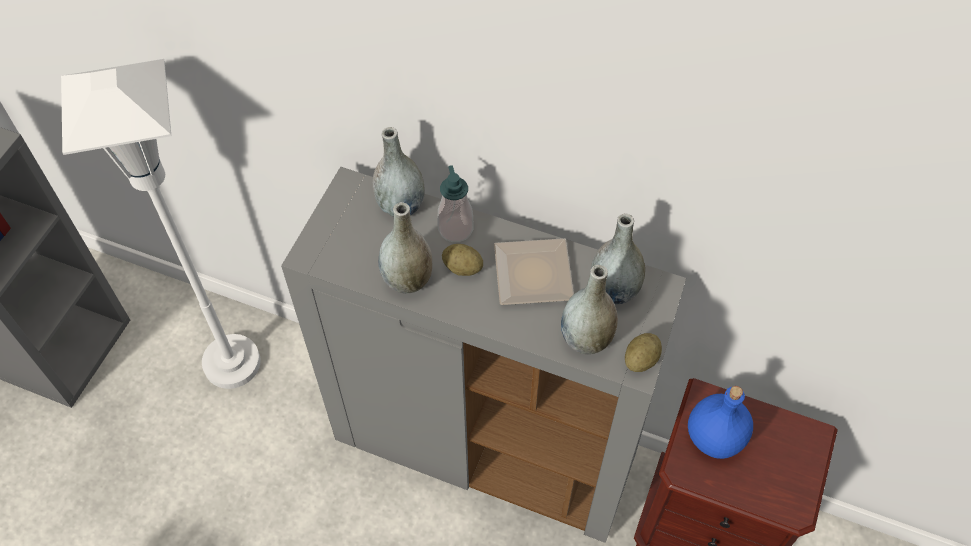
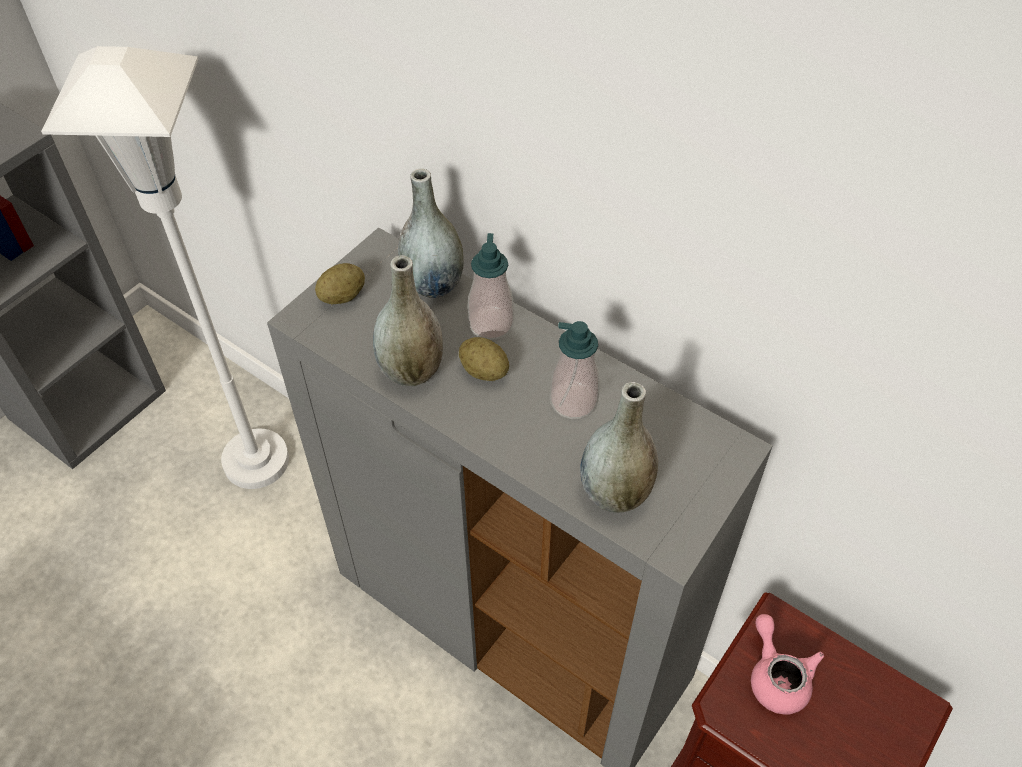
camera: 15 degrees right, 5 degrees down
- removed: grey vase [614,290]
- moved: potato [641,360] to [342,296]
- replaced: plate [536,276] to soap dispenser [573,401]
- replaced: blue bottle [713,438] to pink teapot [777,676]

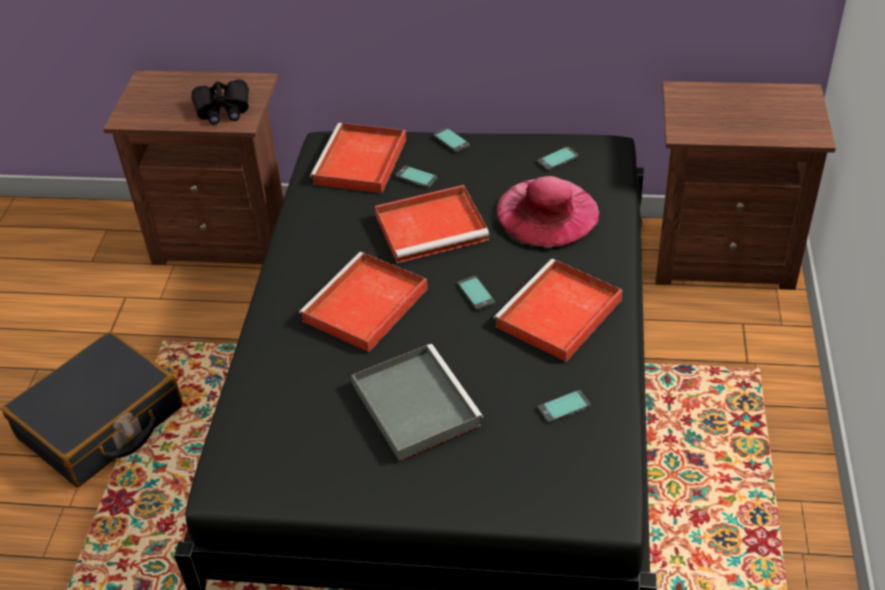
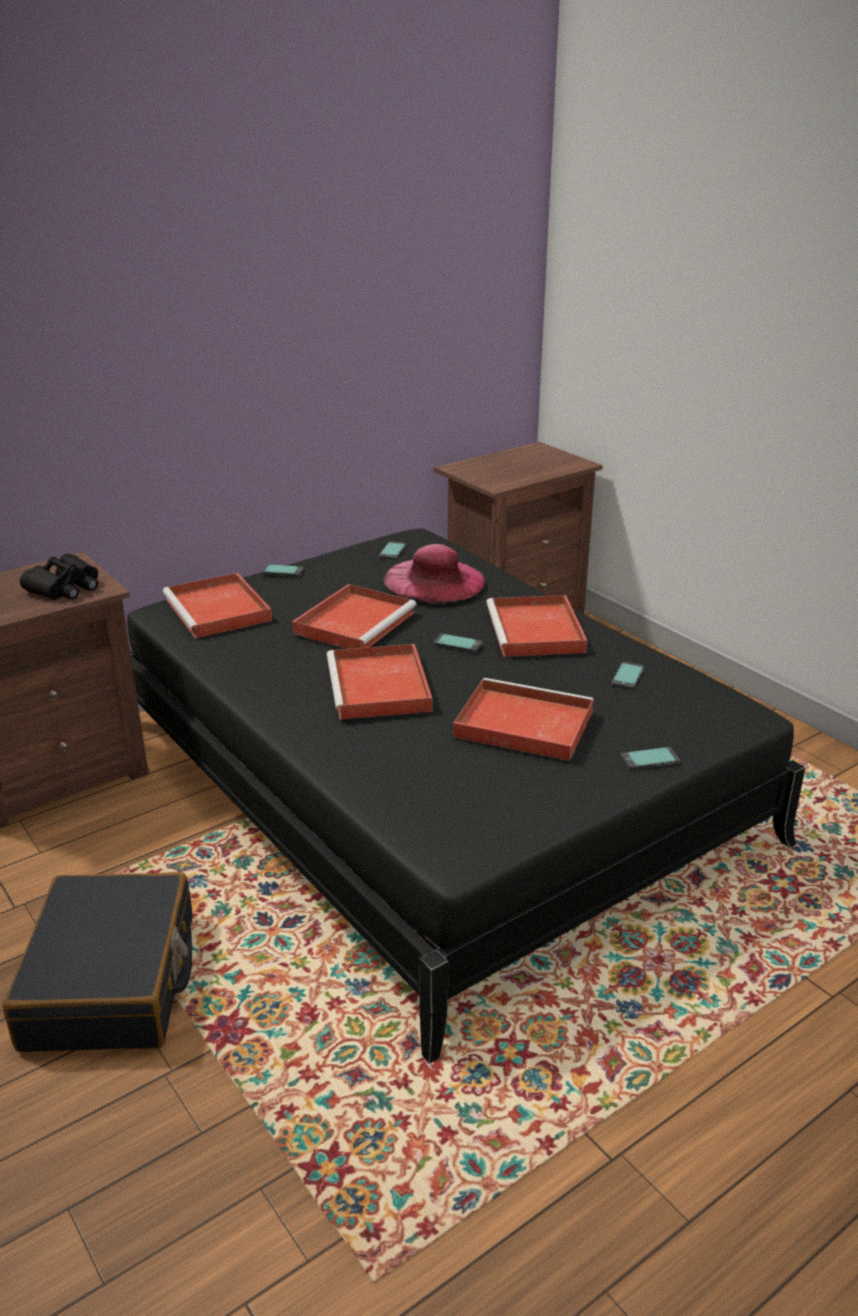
camera: 45 degrees left, 15 degrees down
- moved: phone [416,177] to [649,760]
- recoloured: grey tray [413,403] to red tray [521,724]

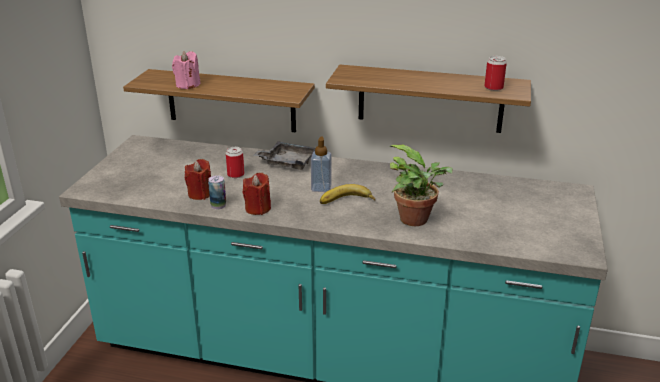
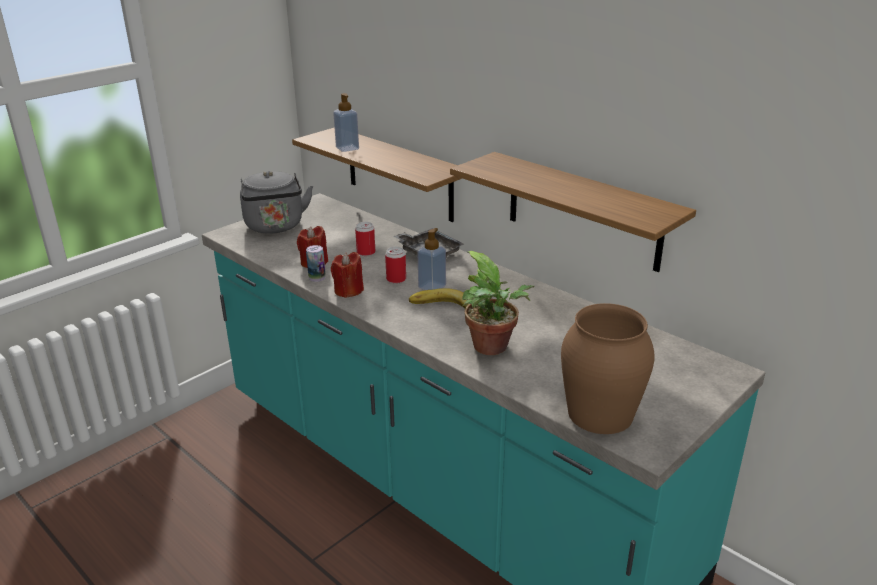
camera: 30 degrees right, 0 degrees up
- added: grey kettle [275,227]
- added: brown vase [599,413]
- moved: can [493,88] to [396,279]
- replaced: pink candle [187,85] to soap dispenser [347,148]

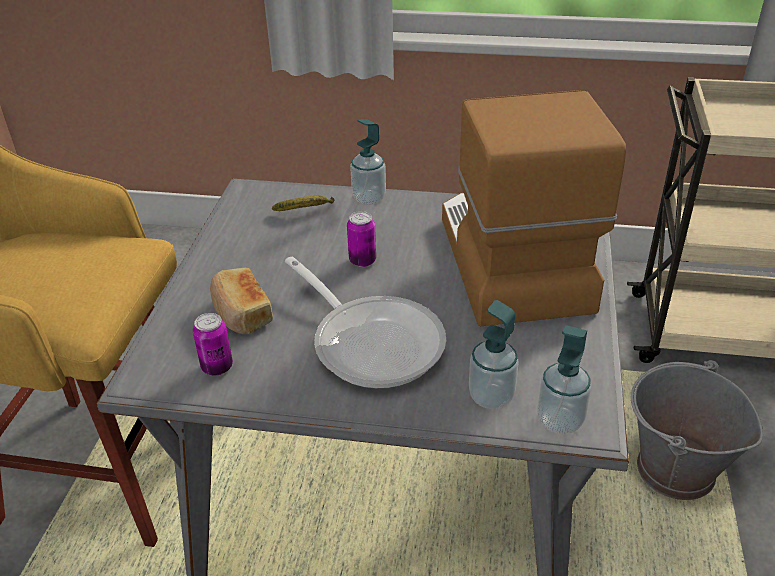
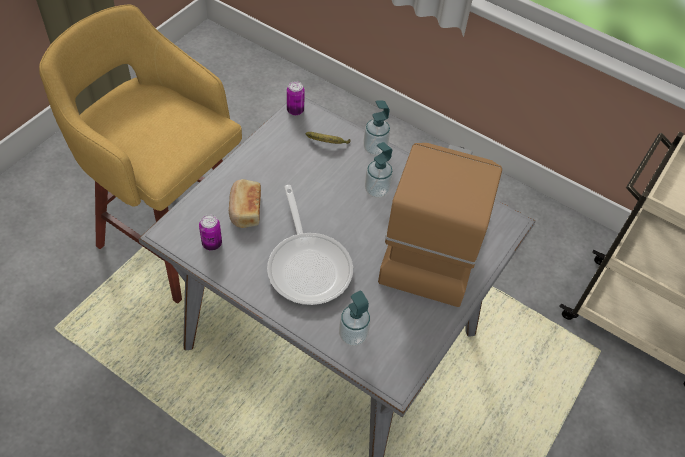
camera: 20 degrees right, 15 degrees up
- removed: grey bucket [674,471]
- moved: can [362,261] to [295,110]
- moved: soap dispenser [560,420] to [376,190]

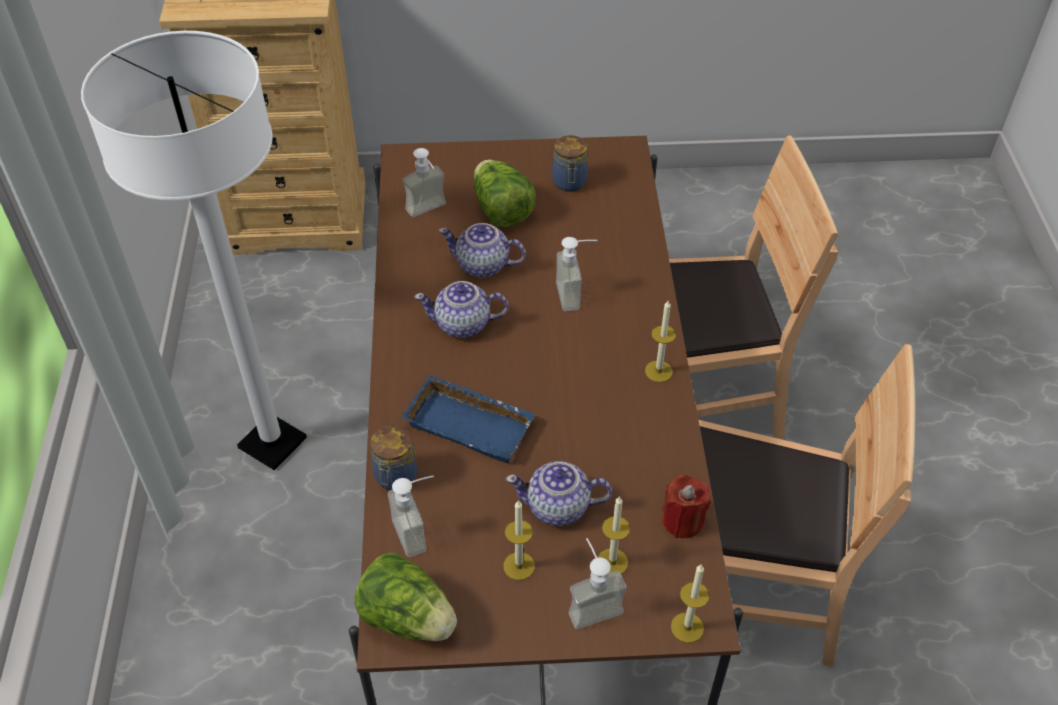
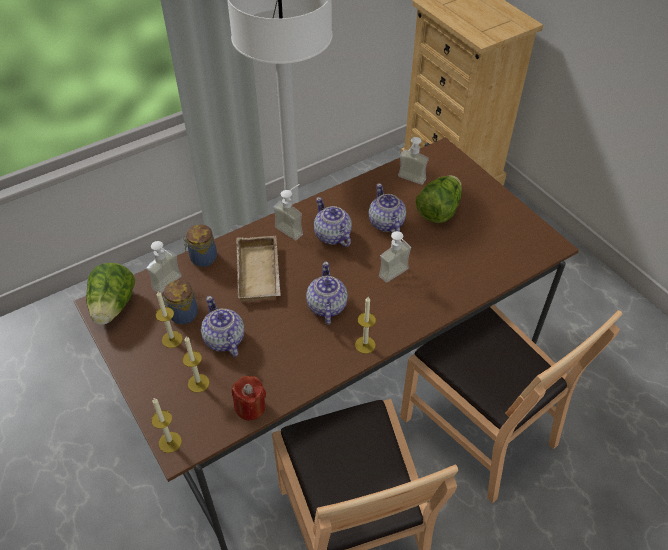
camera: 60 degrees right, 0 degrees up
- added: teapot [326,306]
- moved: jar [569,183] to [182,315]
- moved: soap dispenser [591,604] to [293,228]
- recoloured: blue tray [472,423] to beige tray [260,273]

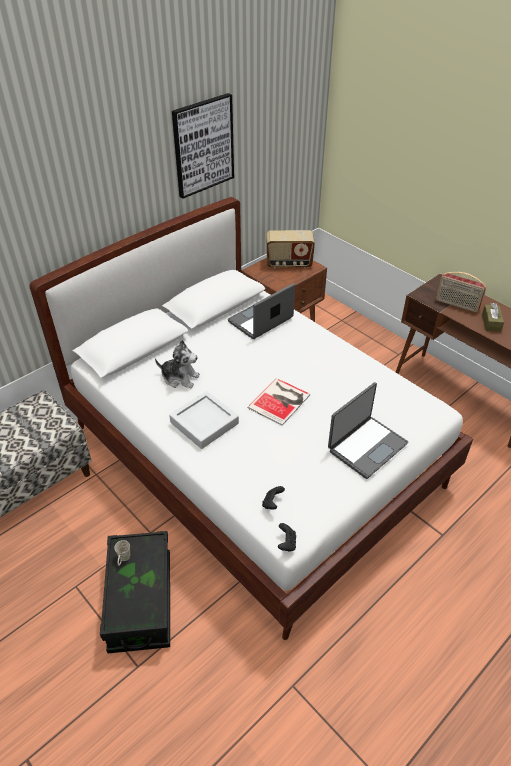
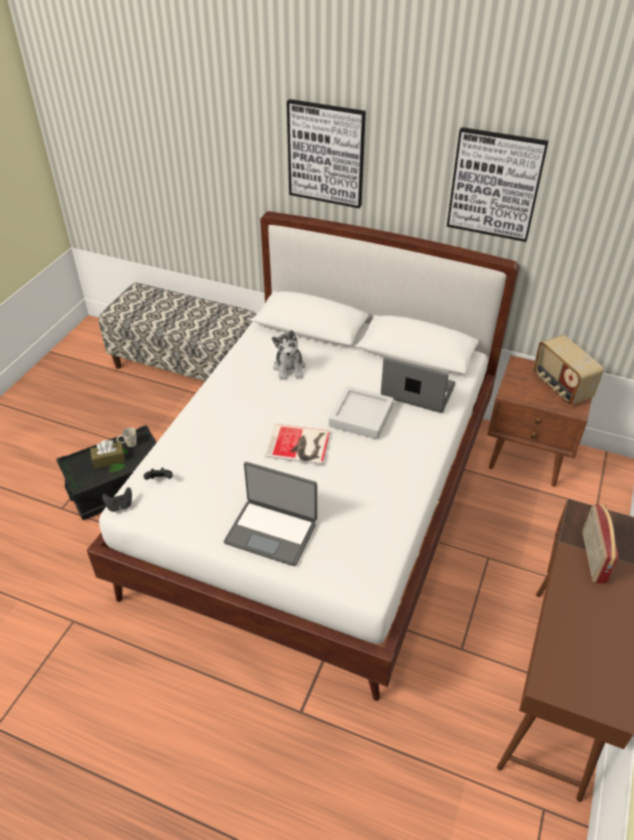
camera: 65 degrees right, 0 degrees up
- added: picture [326,153]
- moved: grey tray [204,423] to [361,416]
- moved: brown tissue box [491,323] to [109,459]

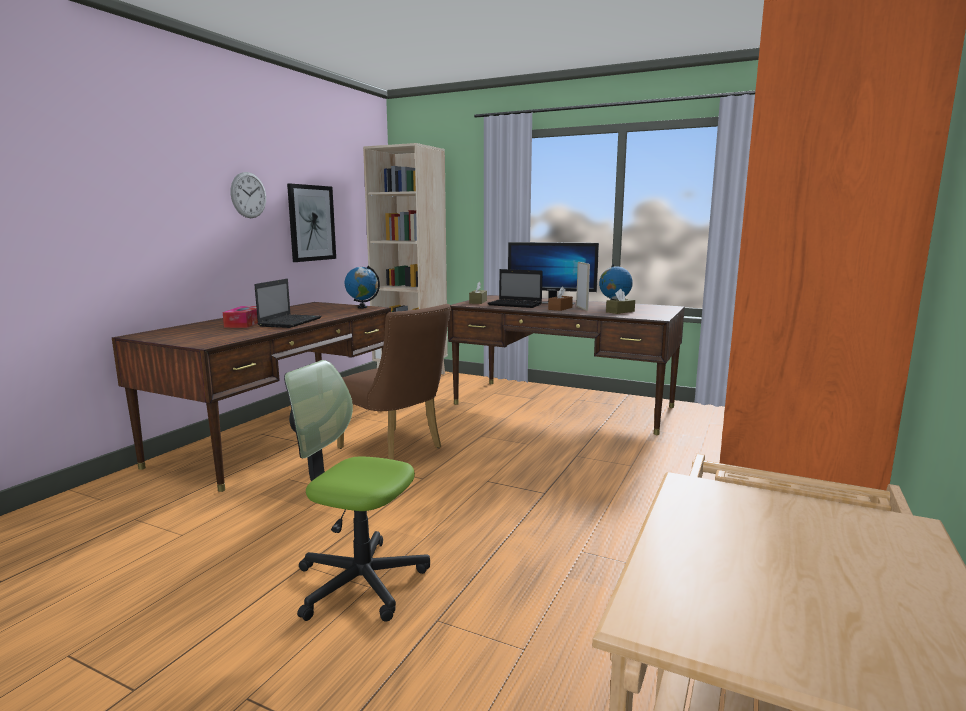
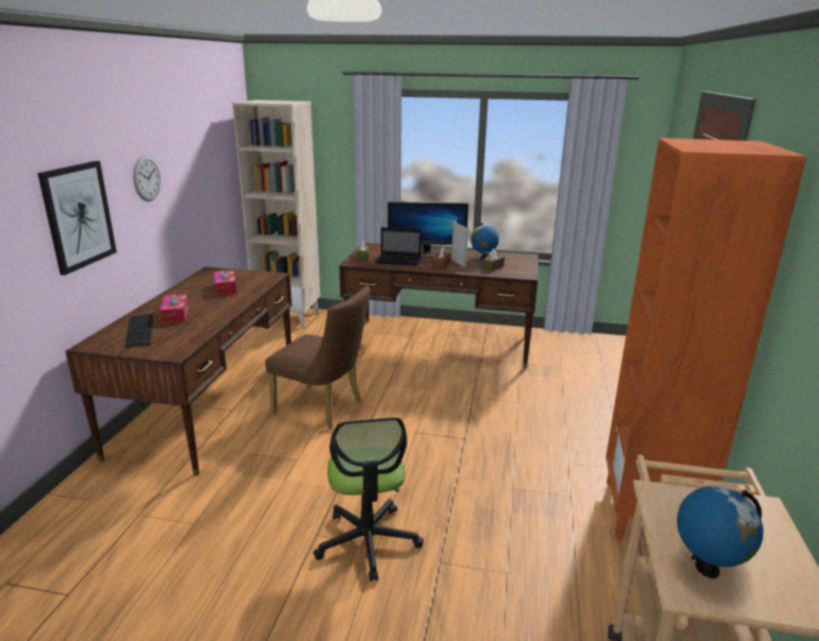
camera: 15 degrees left, 10 degrees up
- removed: laptop [291,322]
- added: keyboard [139,330]
- added: tissue box [225,288]
- moved: picture [311,223] to [78,216]
- moved: globe [362,307] to [707,568]
- turned: office chair [360,581] = [368,541] 105 degrees counterclockwise

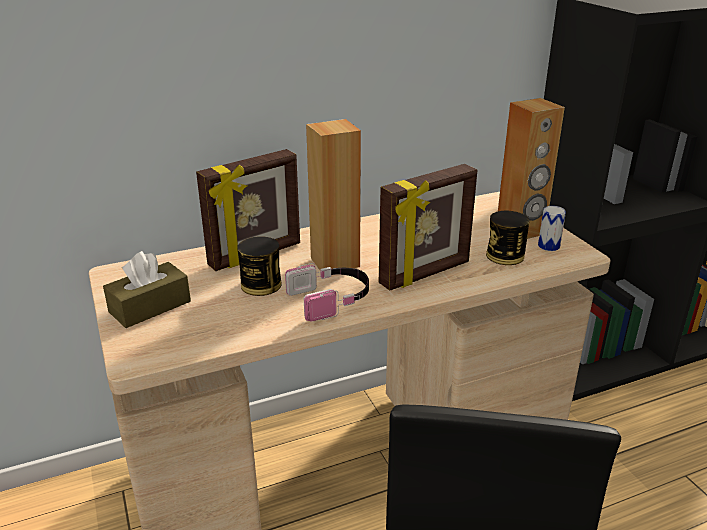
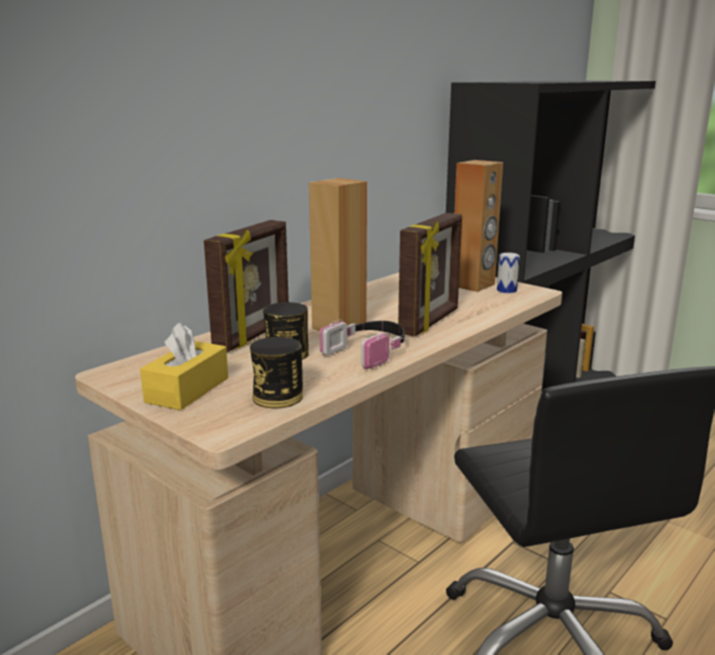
camera: 25 degrees left, 10 degrees down
- moved: can [505,255] to [278,397]
- recoloured: brown tissue box [150,307] to yellow tissue box [187,390]

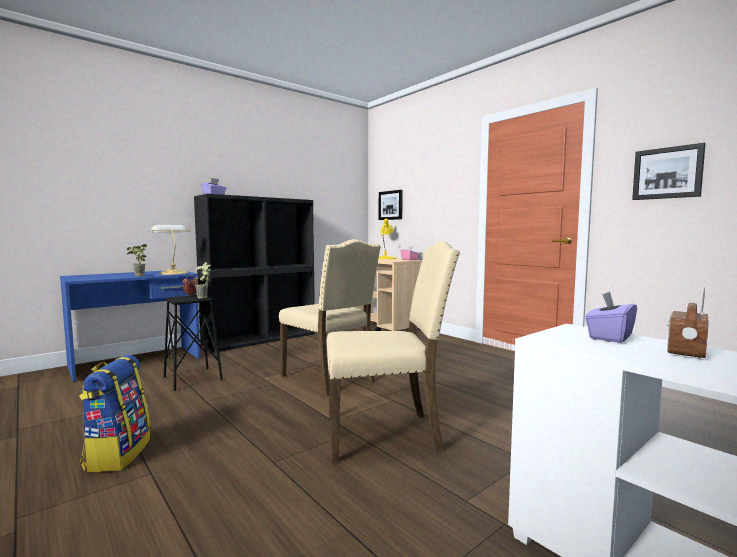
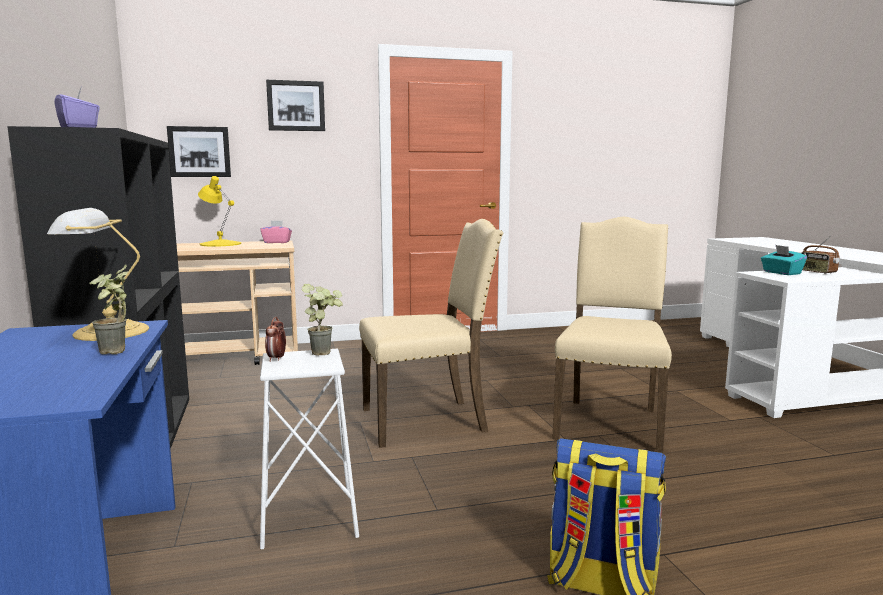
camera: 65 degrees left, 5 degrees up
- moved: picture [667,173] to [296,106]
- recoloured: black stool [192,379] to white stool [309,518]
- recoloured: purple tissue box [609,337] to turquoise tissue box [781,273]

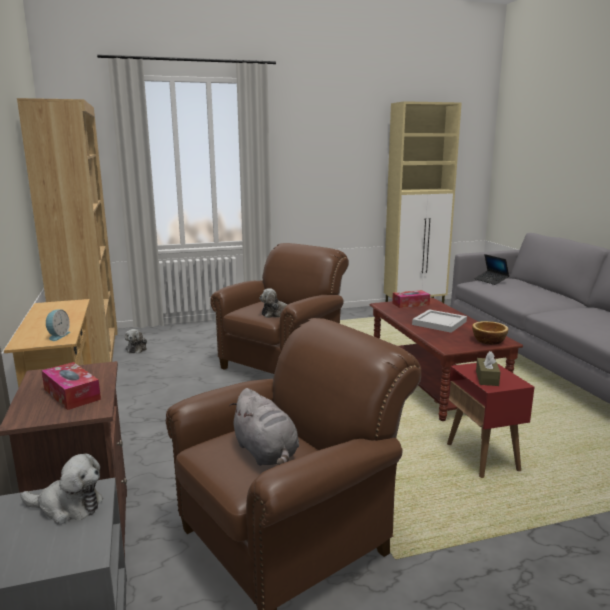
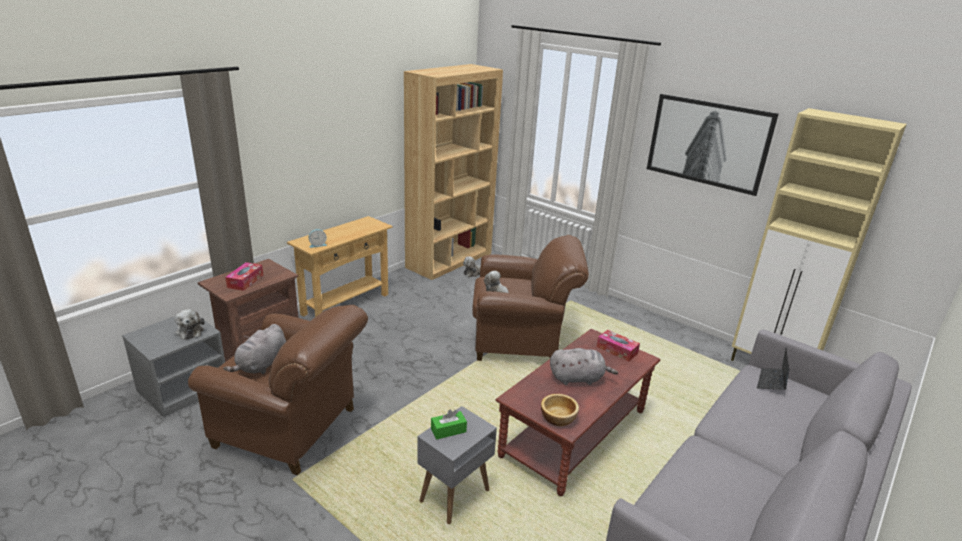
camera: 55 degrees right, 10 degrees up
- added: picture [707,143]
- replaced: white tray [439,322] to grey plush toy [578,378]
- recoloured: red side table [483,458] to grey side table [454,496]
- recoloured: brown tissue box [487,378] to green tissue box [448,430]

